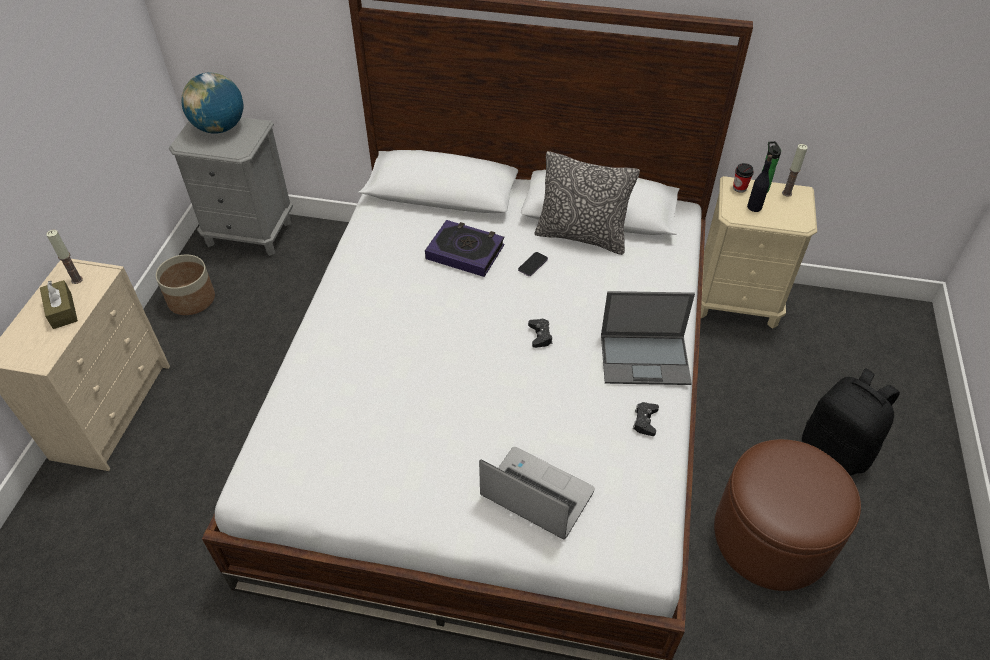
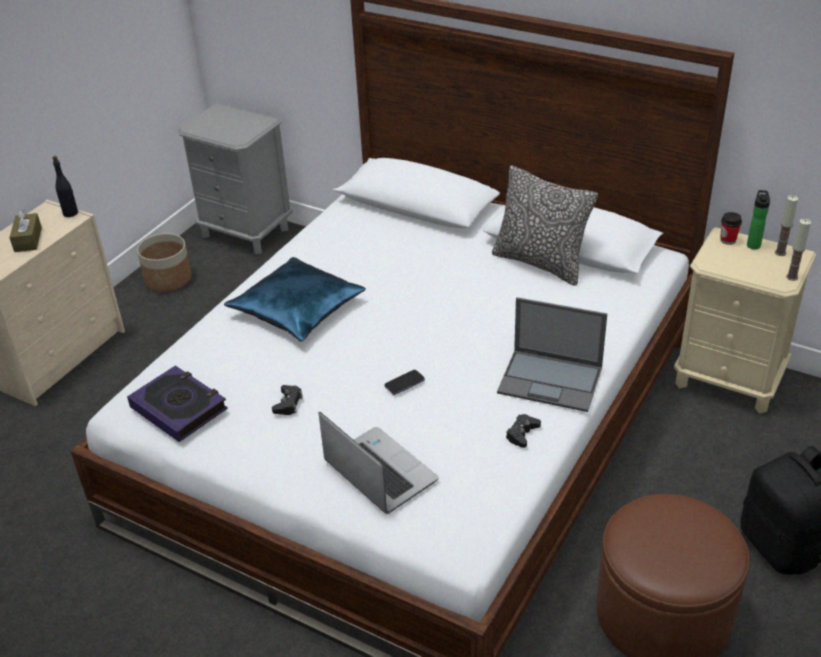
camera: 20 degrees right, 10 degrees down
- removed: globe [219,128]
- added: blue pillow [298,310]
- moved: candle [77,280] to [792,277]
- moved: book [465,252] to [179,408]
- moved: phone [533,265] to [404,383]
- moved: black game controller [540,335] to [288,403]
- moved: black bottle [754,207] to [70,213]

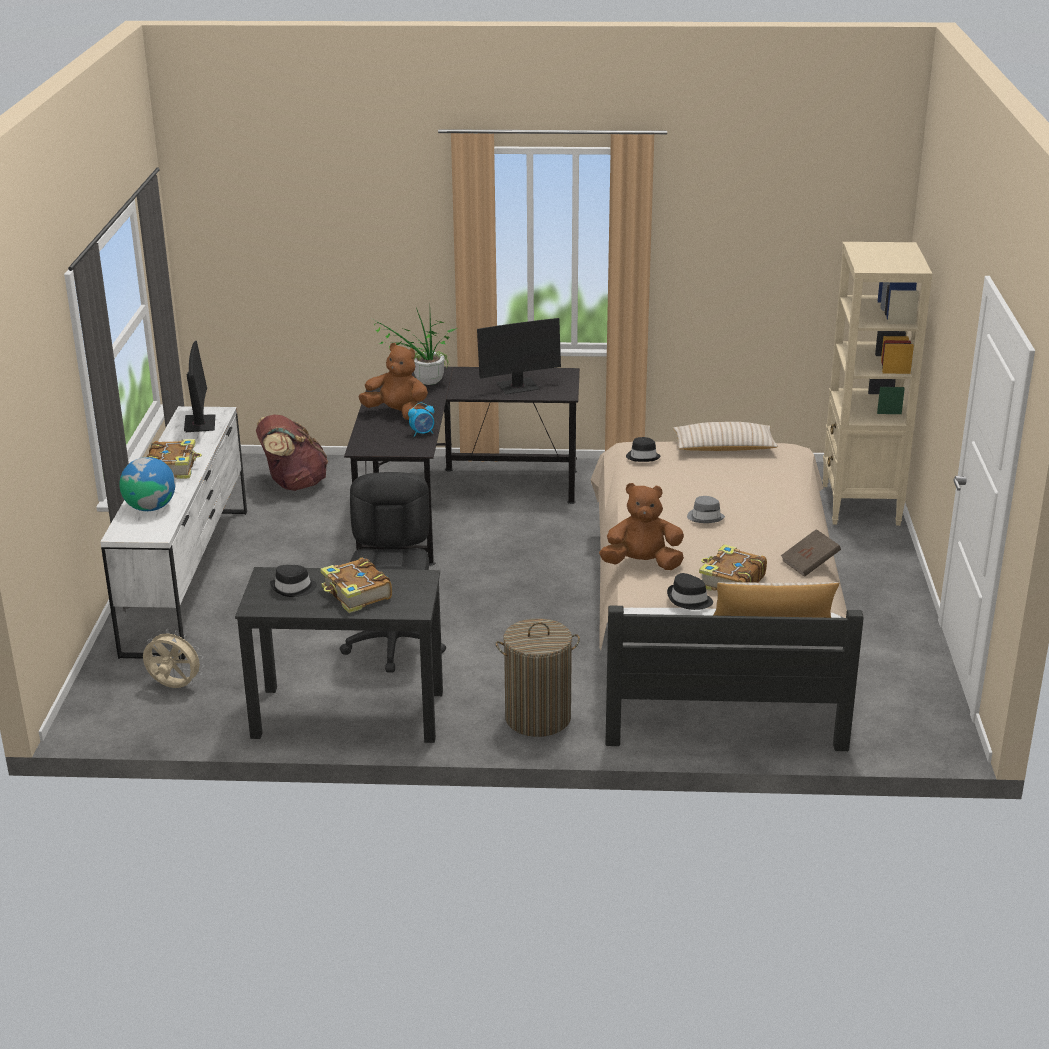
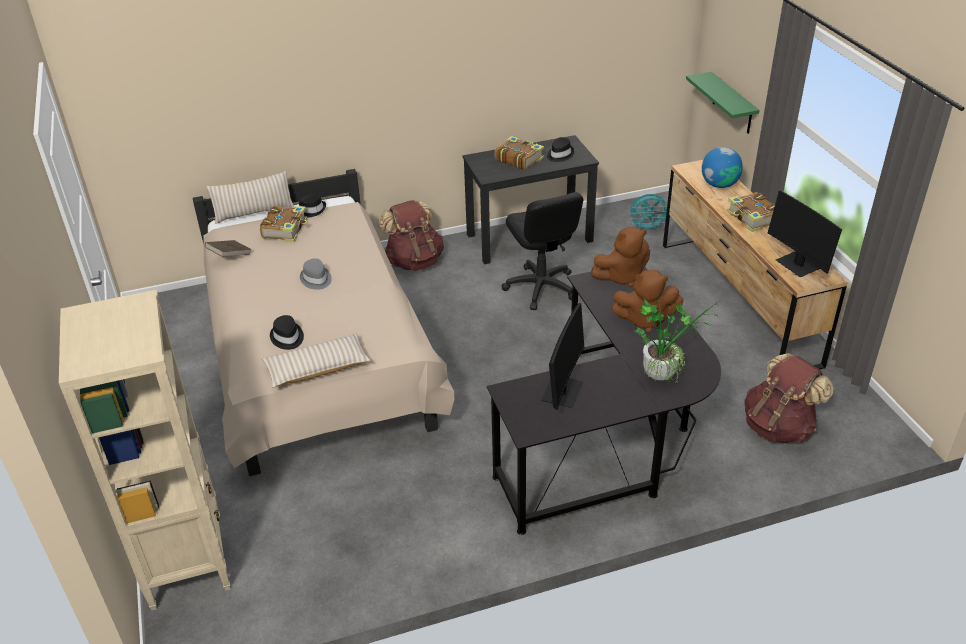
camera: 160 degrees right, 10 degrees up
- removed: alarm clock [422,433]
- added: green shelf [732,104]
- moved: brown plush toy [642,564] to [621,276]
- moved: black hat [643,457] to [287,338]
- replaced: laundry basket [537,718] to brown backpack [414,261]
- recoloured: white dresser [188,579] to brown dresser [736,302]
- recoloured: beige fan [174,687] to turquoise fan [647,228]
- turned: monitor [518,387] = [562,392] 150 degrees clockwise

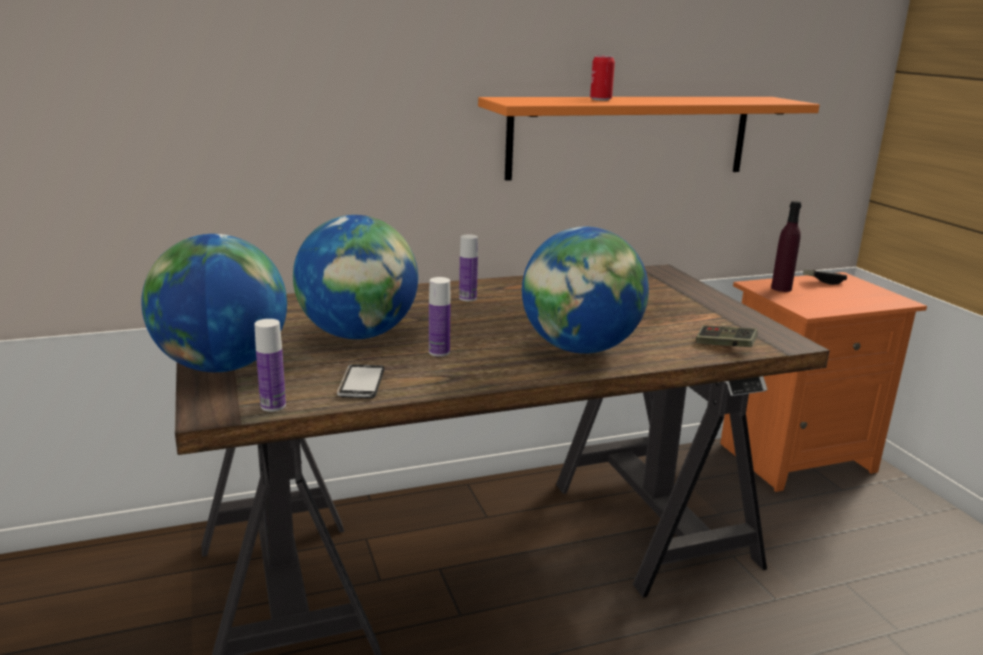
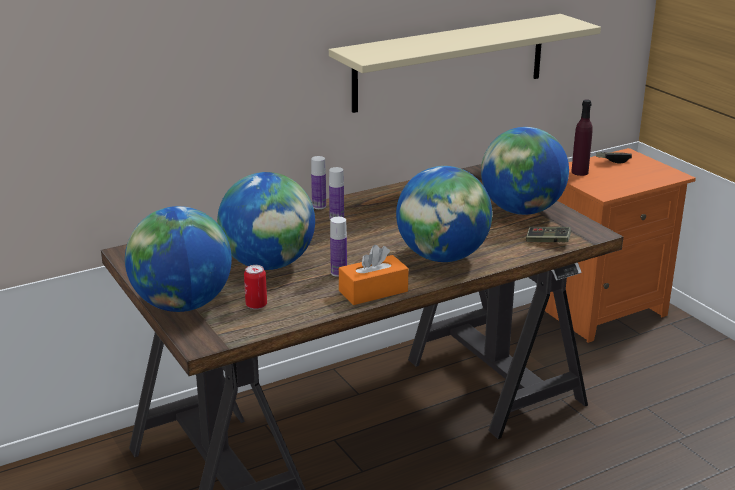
camera: 10 degrees left, 5 degrees up
- removed: phone [361,383]
- added: orange tissue box [373,291]
- added: globe [521,211]
- moved: bottle [273,406] to [319,206]
- moved: can [600,99] to [256,305]
- recoloured: orange shelf [630,136] to beige shelf [450,62]

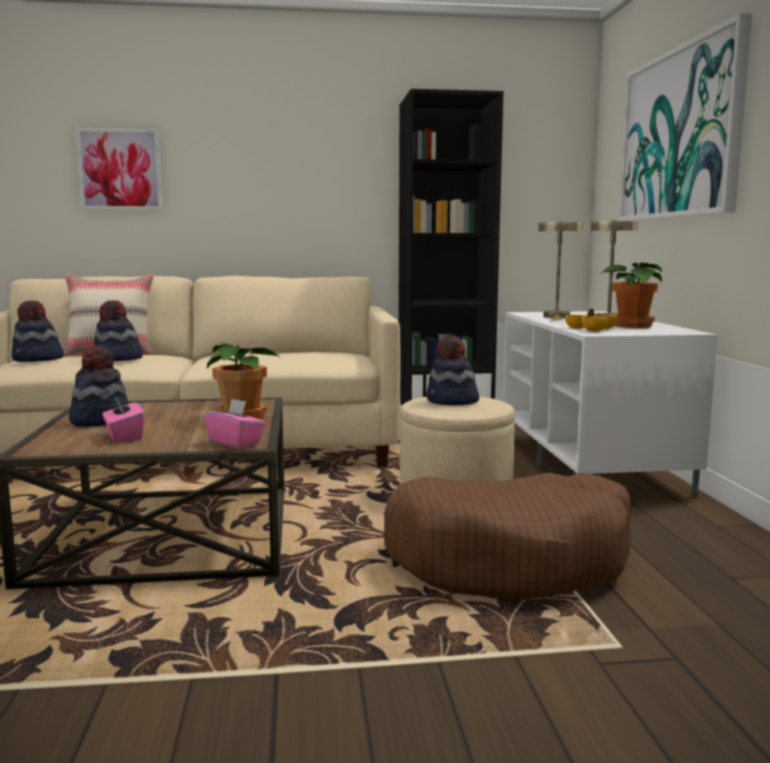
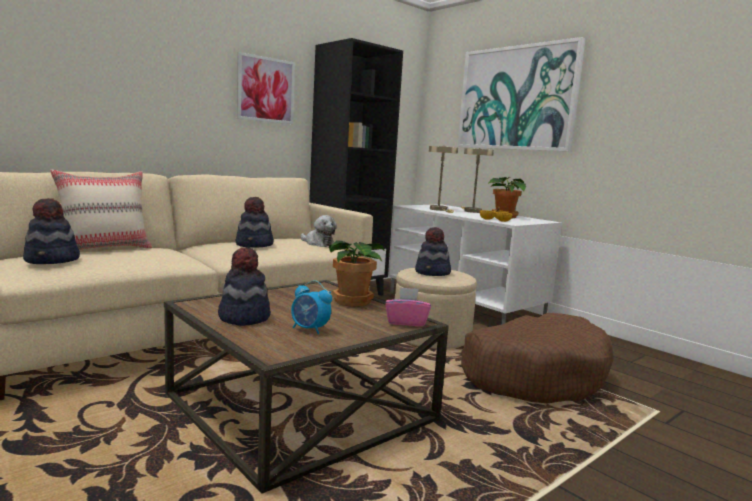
camera: 35 degrees left, 0 degrees up
- added: plush toy [318,244]
- moved: picture [120,169] to [265,90]
- moved: hat [118,359] to [255,245]
- replaced: pink tissue box [124,437] to alarm clock [310,329]

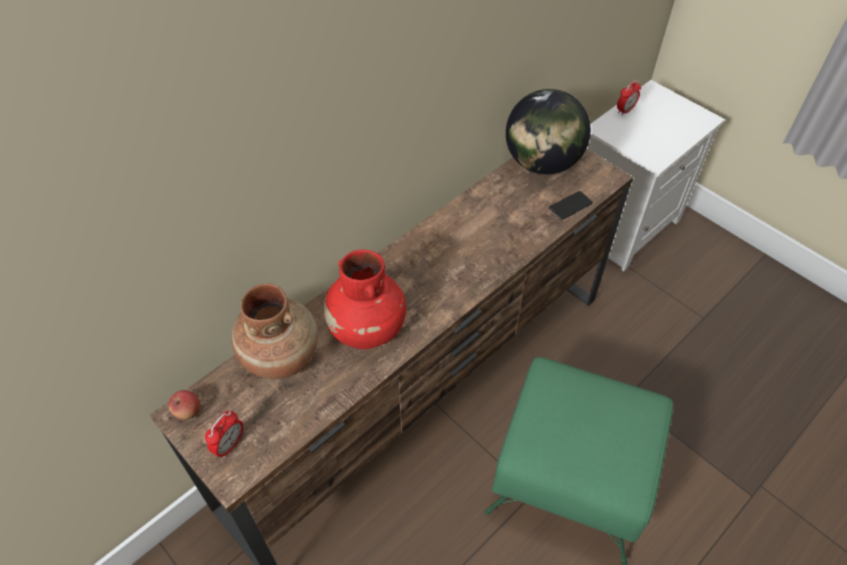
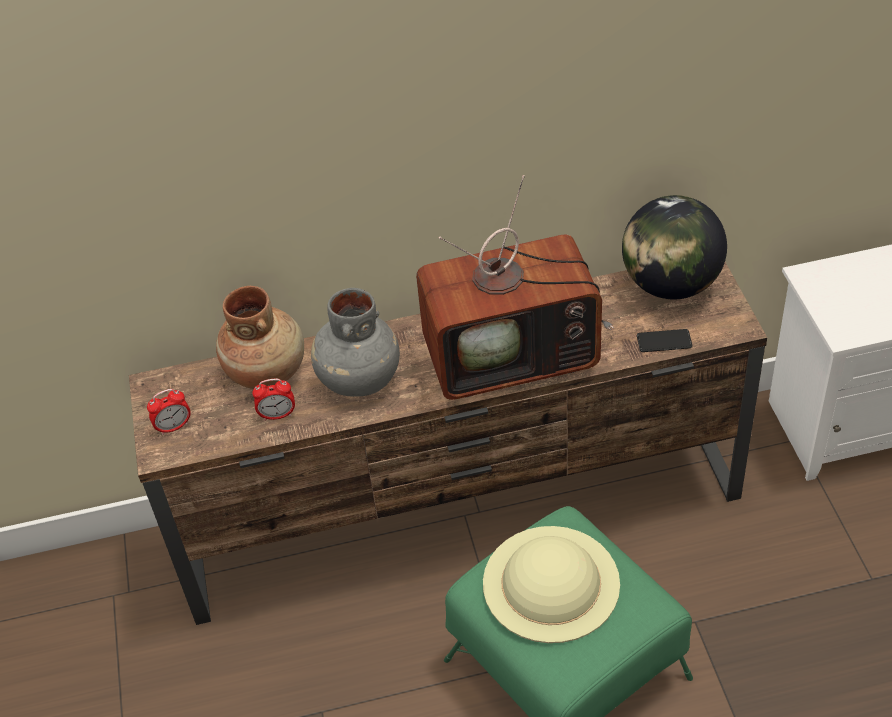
camera: 35 degrees right, 5 degrees down
- removed: apple [188,411]
- added: television [514,354]
- added: beige hat [551,583]
- moved: alarm clock [625,110] to [277,415]
- recoloured: red vase [366,329] to grey vase [359,379]

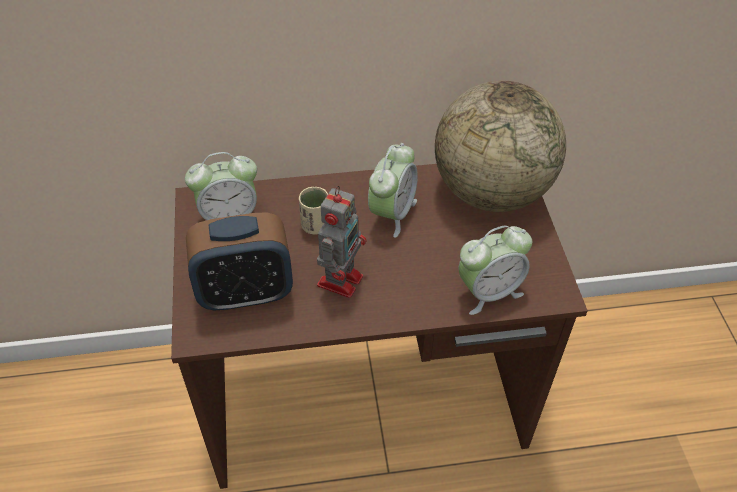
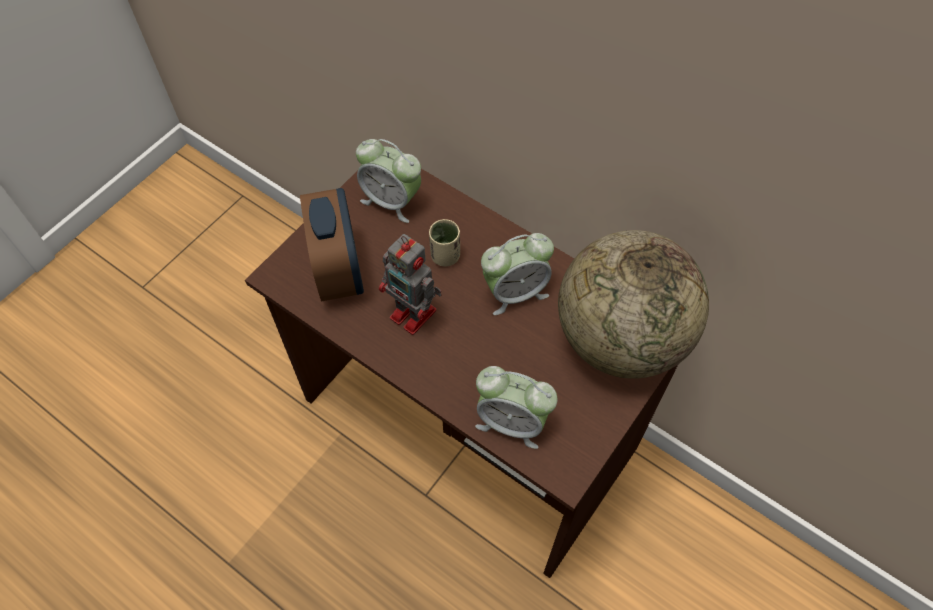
camera: 45 degrees right, 10 degrees up
- turned: alarm clock [245,293] = [339,271] 135 degrees counterclockwise
- turned: toy robot [341,279] = [415,315] 60 degrees clockwise

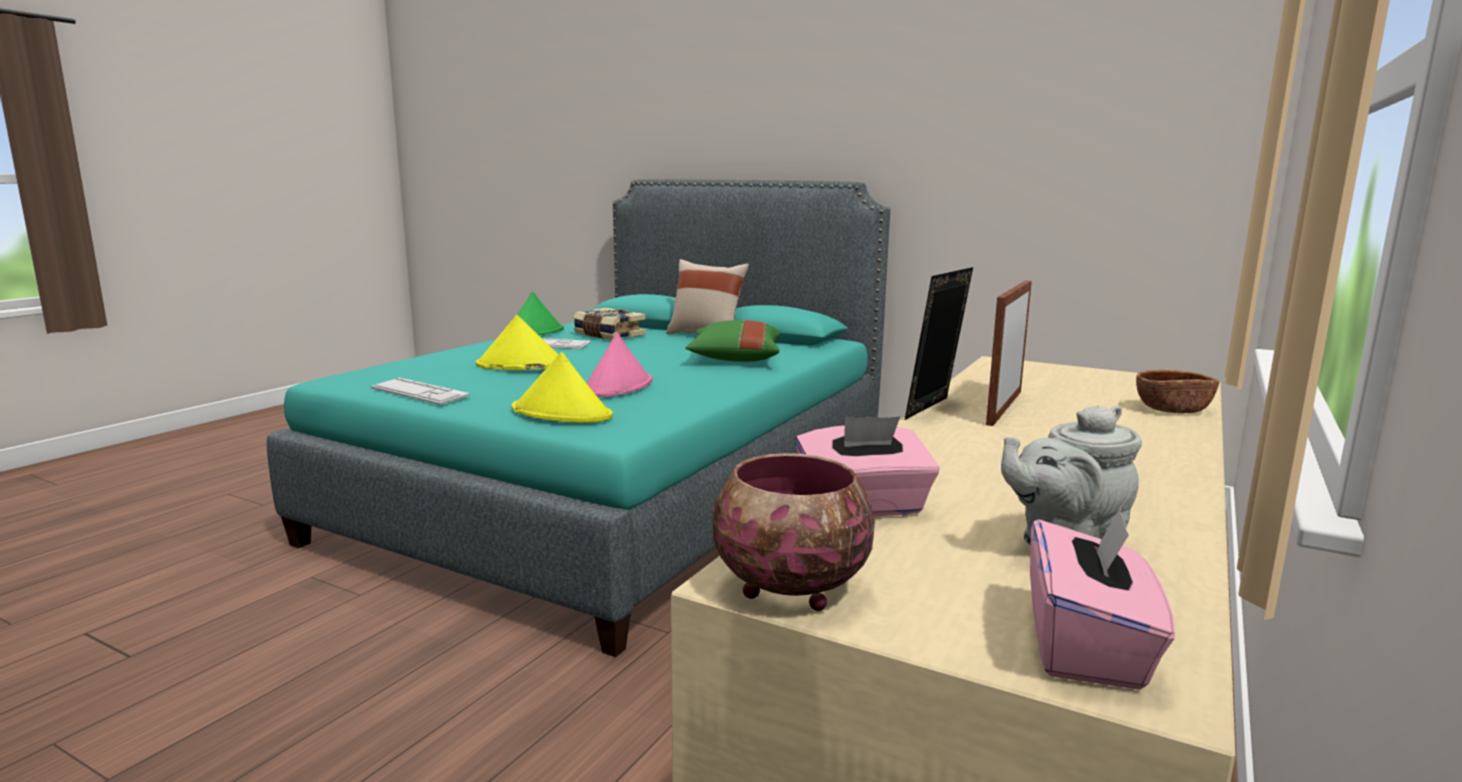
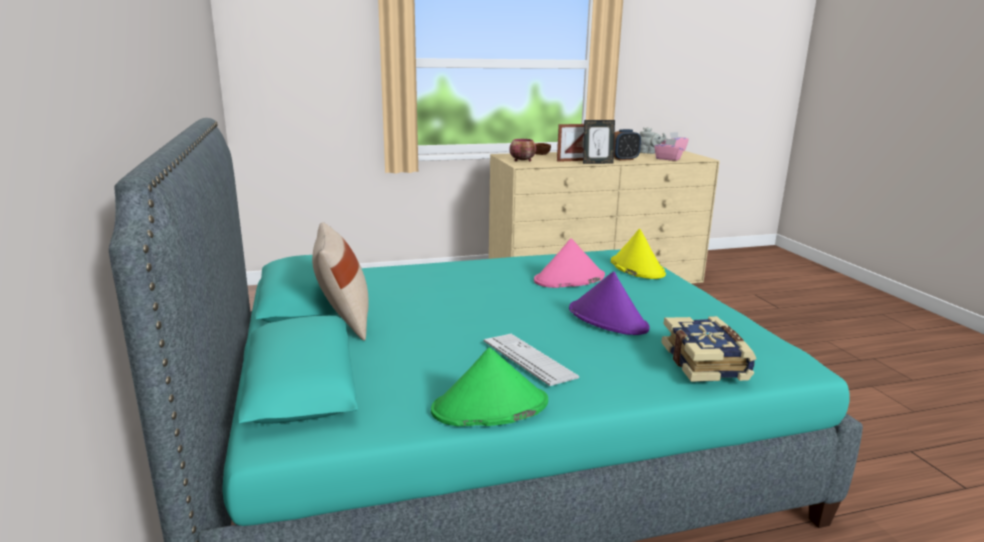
camera: 135 degrees left, 5 degrees up
- removed: keyboard [419,392]
- removed: green pillow [735,359]
- added: alarm clock [624,159]
- moved: book [608,335] to [706,362]
- moved: bowl [787,589] to [523,160]
- recoloured: yellow hat [520,365] to purple hat [608,319]

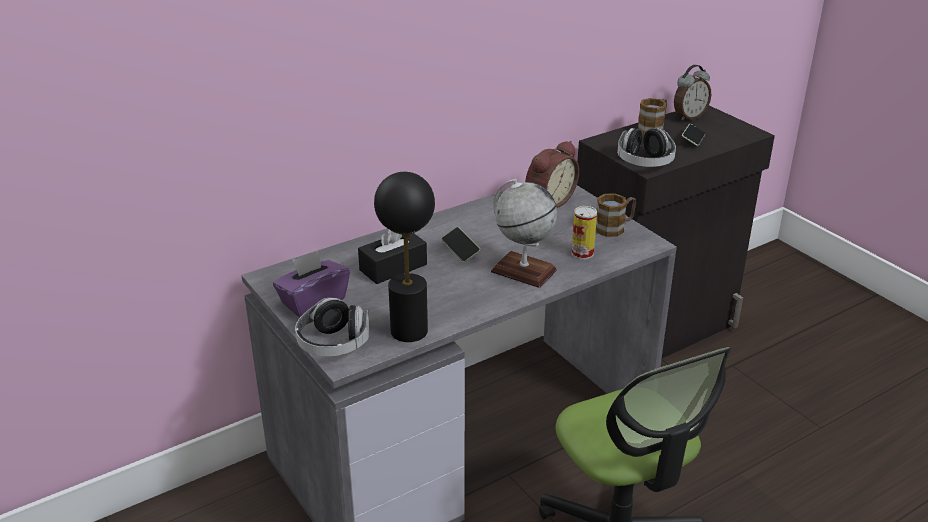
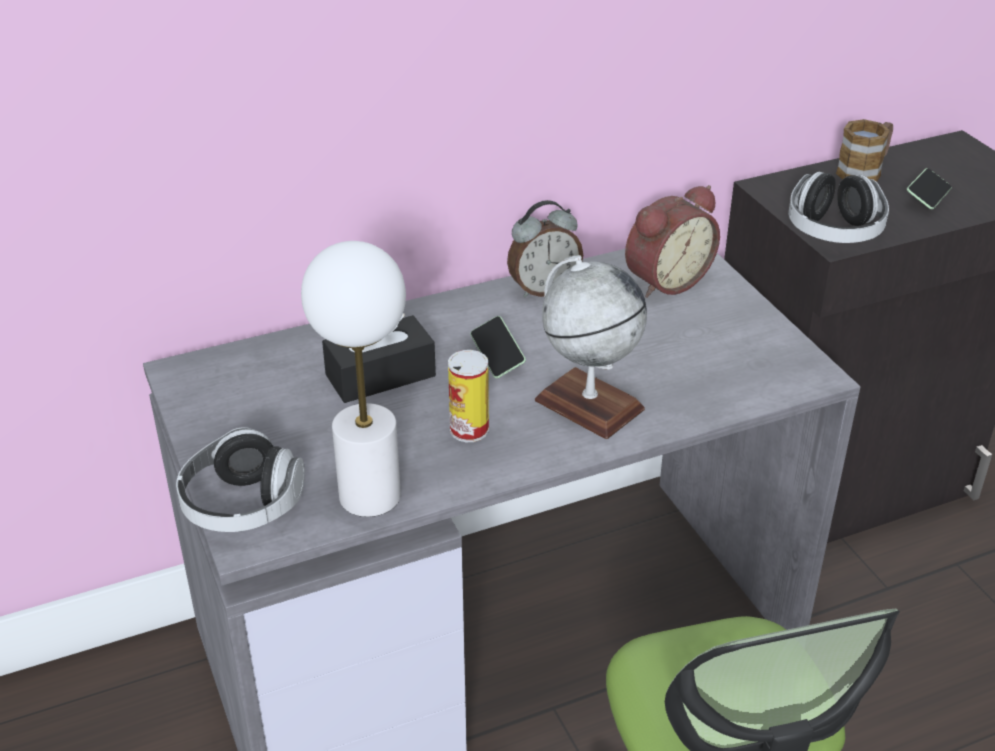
camera: 10 degrees right, 5 degrees up
- removed: purple tissue box [313,301]
- removed: mug [615,228]
- moved: can [582,253] to [469,429]
- moved: alarm clock [689,117] to [543,289]
- recoloured: black table lamp [408,331] to white table lamp [369,496]

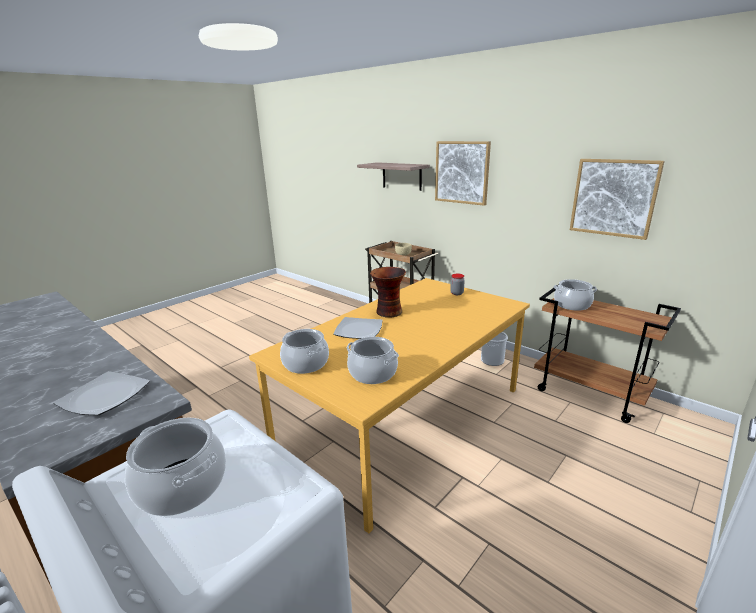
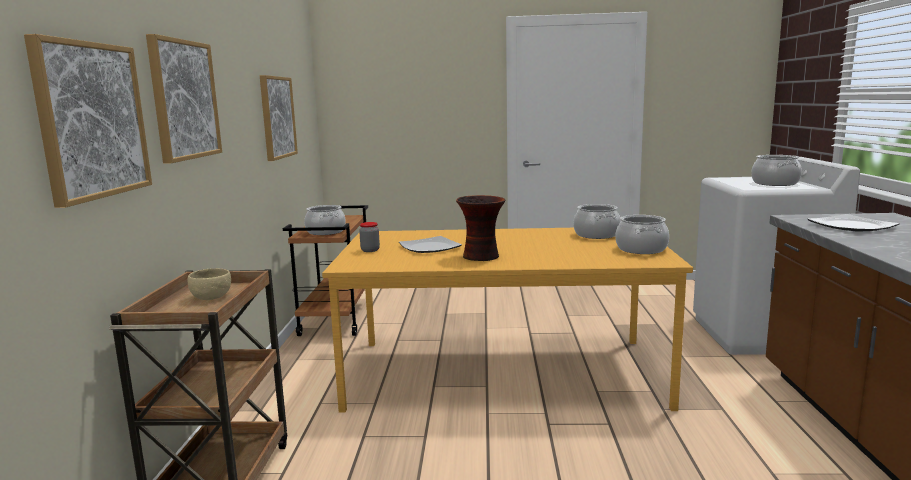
camera: 130 degrees left, 10 degrees down
- removed: bucket [492,360]
- moved: plate [358,330] to [430,247]
- replaced: shelf [402,176] to picture [92,120]

